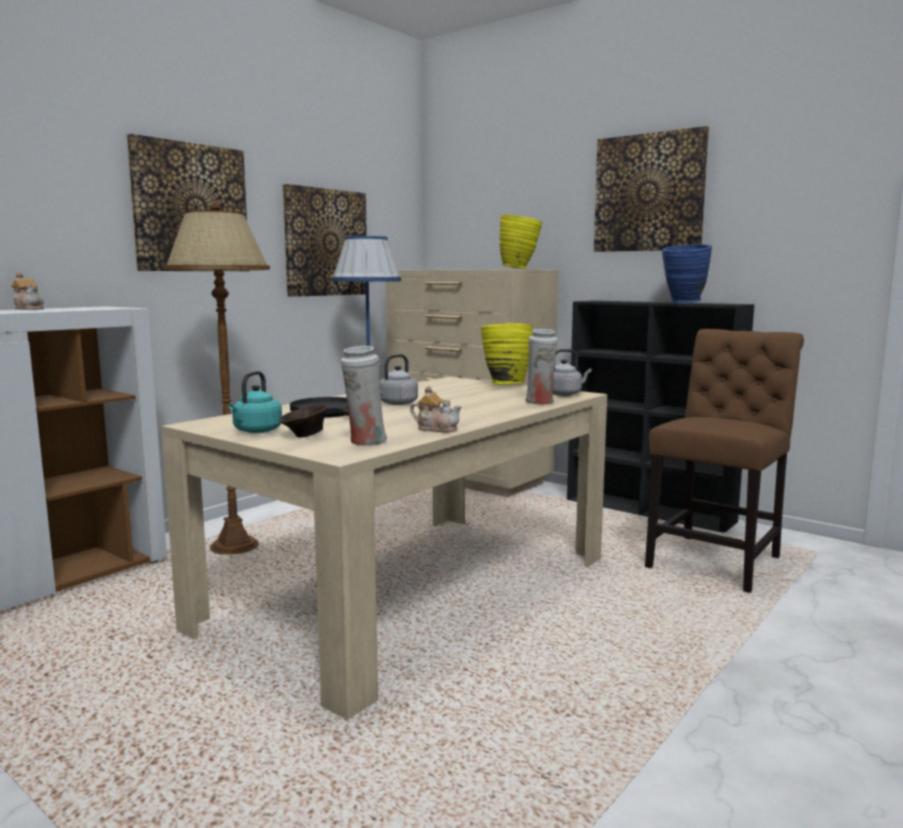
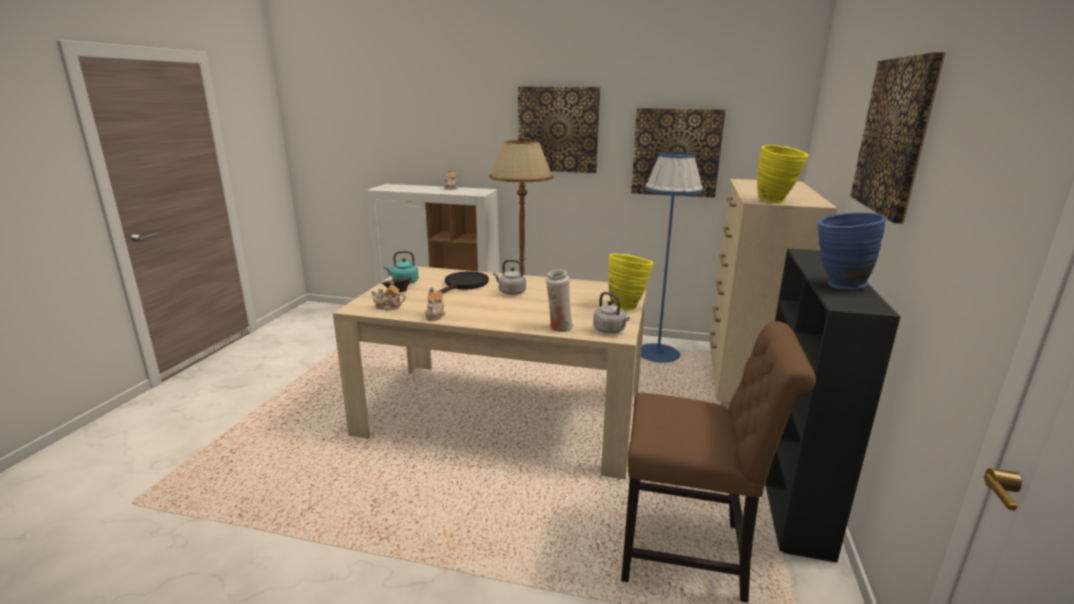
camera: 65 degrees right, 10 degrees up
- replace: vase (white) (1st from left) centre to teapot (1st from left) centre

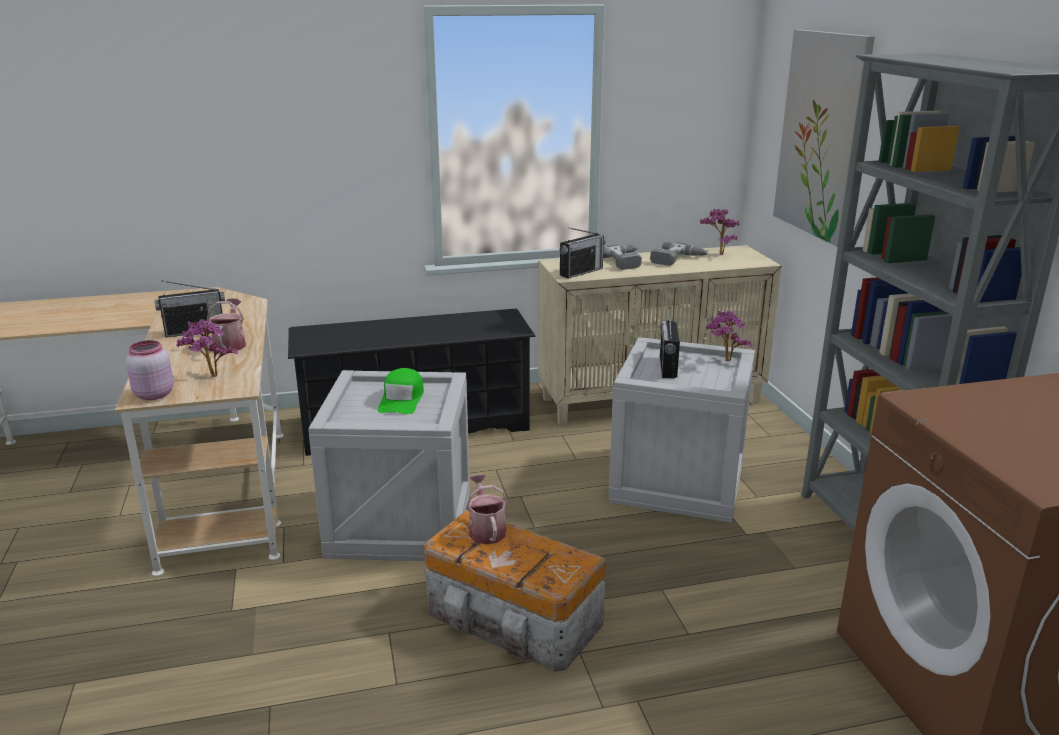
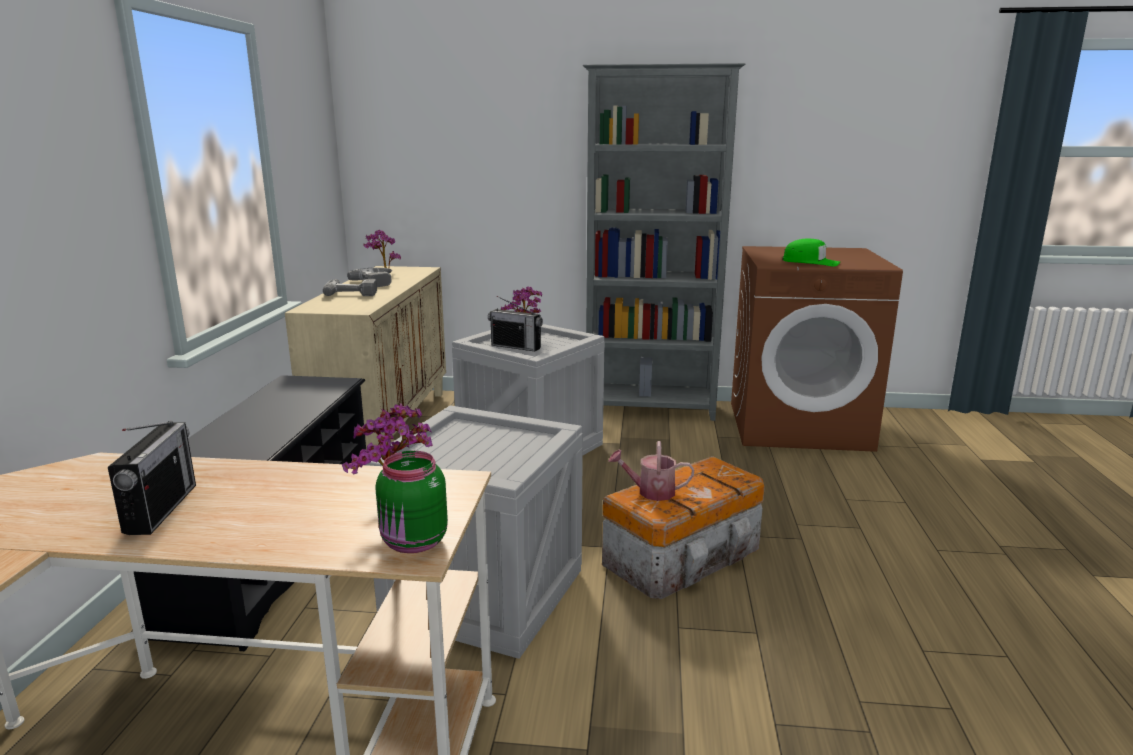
camera: 70 degrees left, 5 degrees down
- recolor: jar (pink) middle left to jar (green) centre
- delete: watering can (1st from left) middle left
- move: cap (green) centre to middle right
- delete: radio (2nd from left) centre
- delete: picture top right

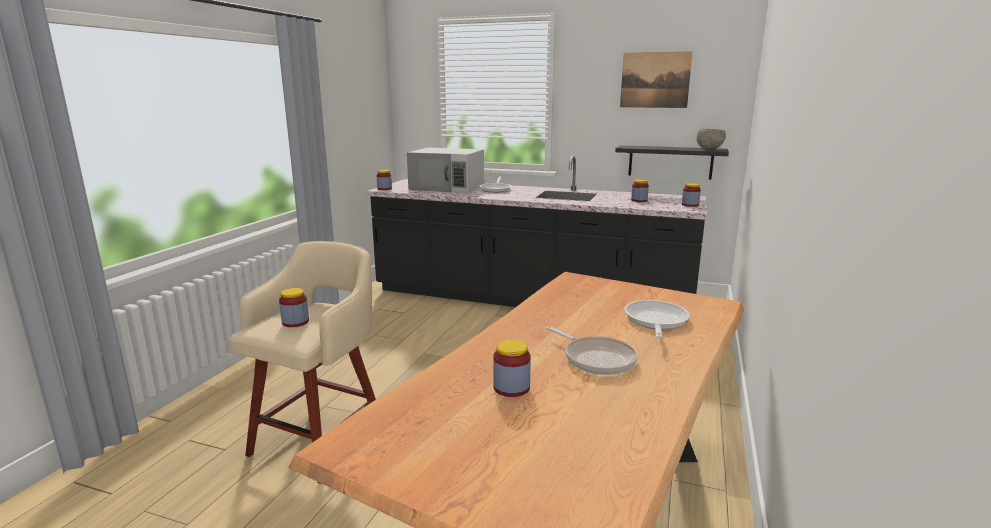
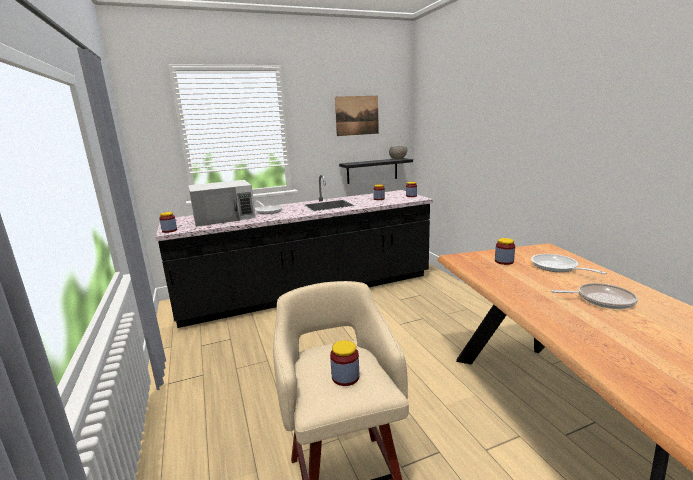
camera: 40 degrees left, 0 degrees up
- move: jar (3rd from left in the first image) bottom centre to jar (5th from left) middle right

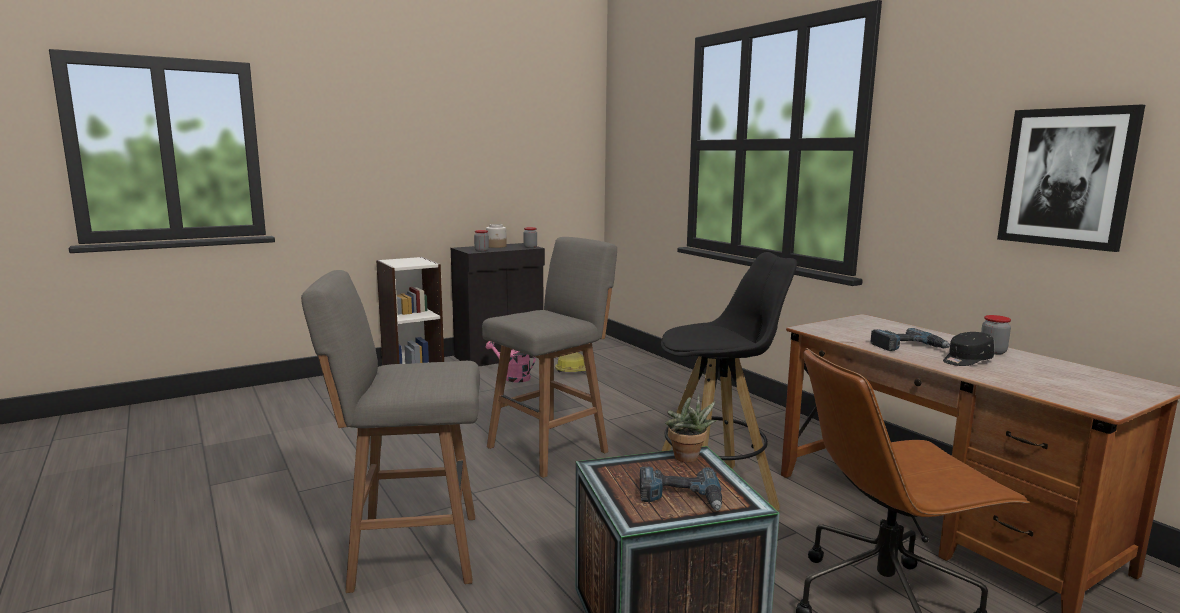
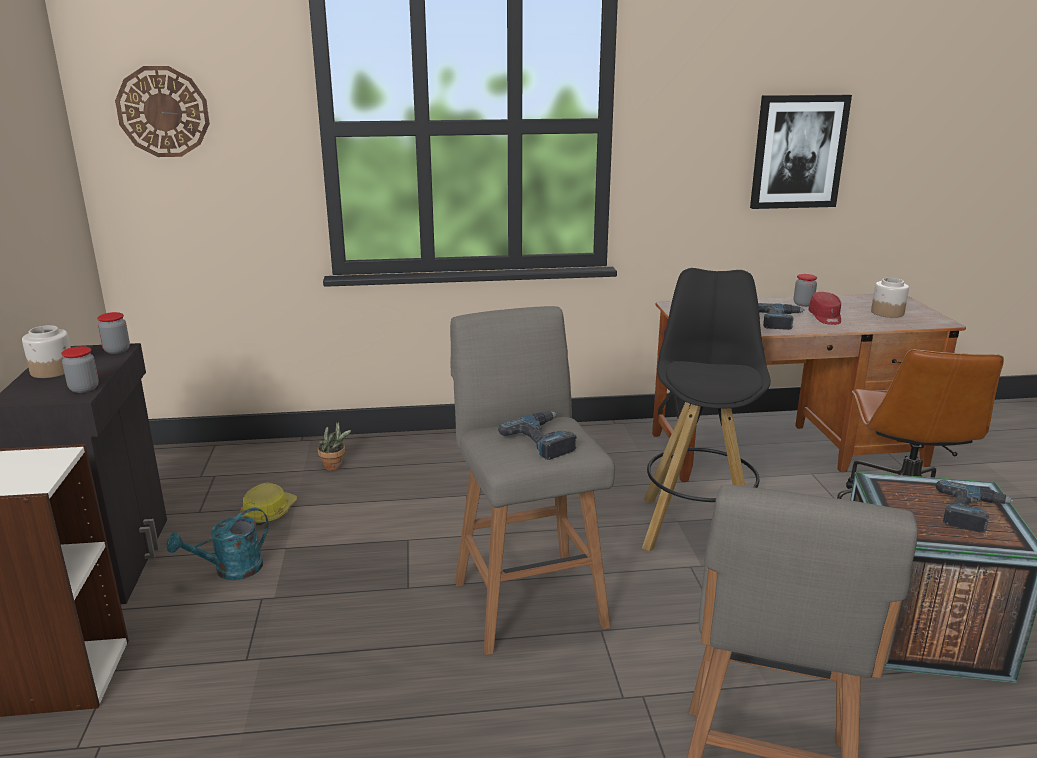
camera: 65 degrees left, 10 degrees up
- recolor: watering can (pink) centre to watering can (turquoise) bottom left
- move: potted plant bottom centre to middle left
- recolor: cap (black) middle right to cap (red) middle right
- insert: wall clock top left
- insert: power drill (1st from left) centre
- insert: jar (5th from left) middle right

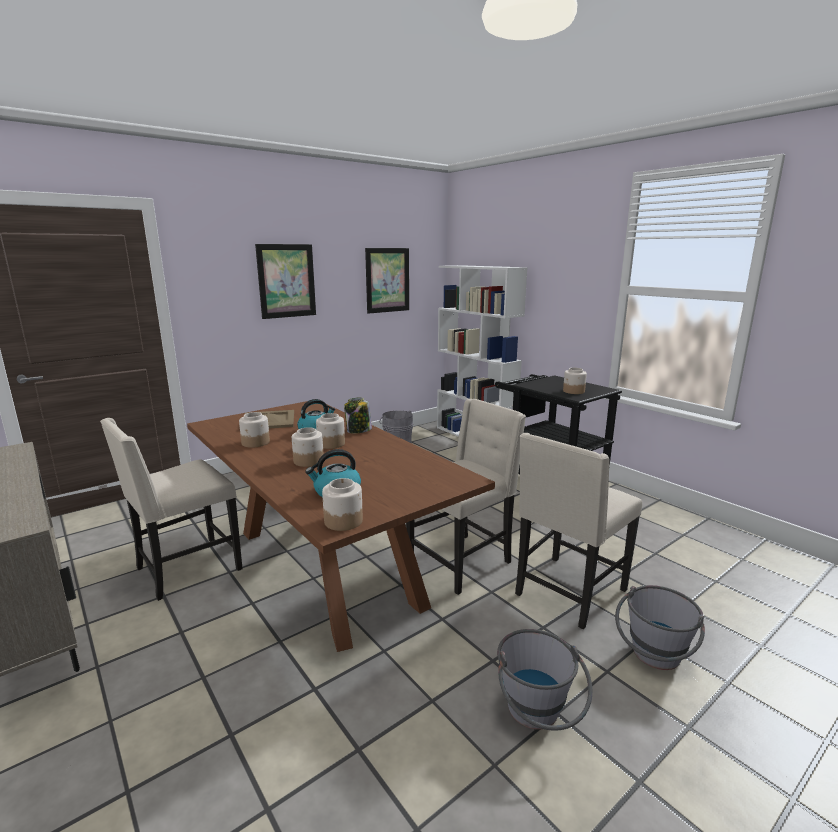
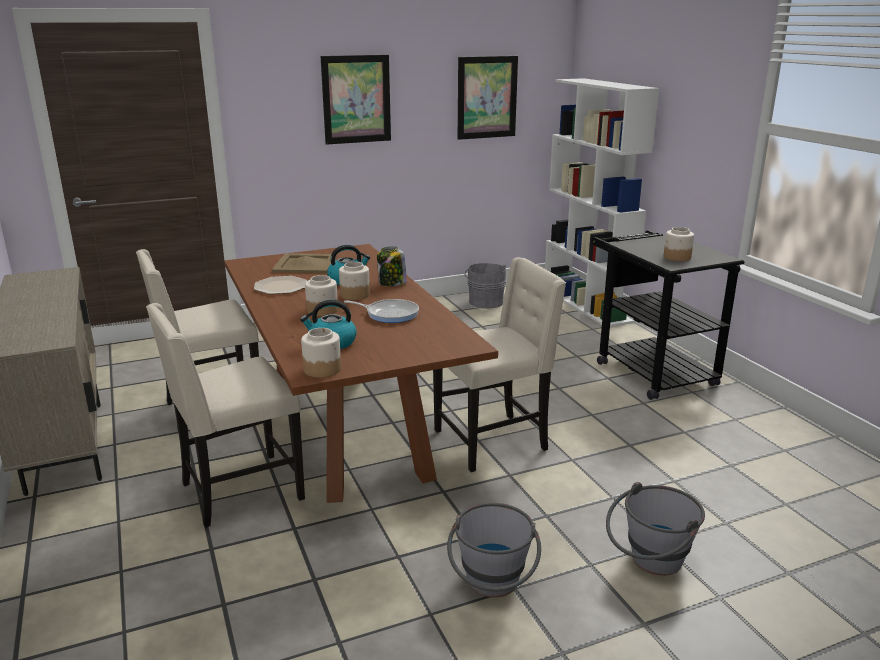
camera: 15 degrees right, 5 degrees up
- replace: jar (1st from left) middle left to plate middle left
- move: chair (beige) (3rd from left in the first image) middle right to chair (beige) (2nd from left) middle left
- insert: frying pan centre

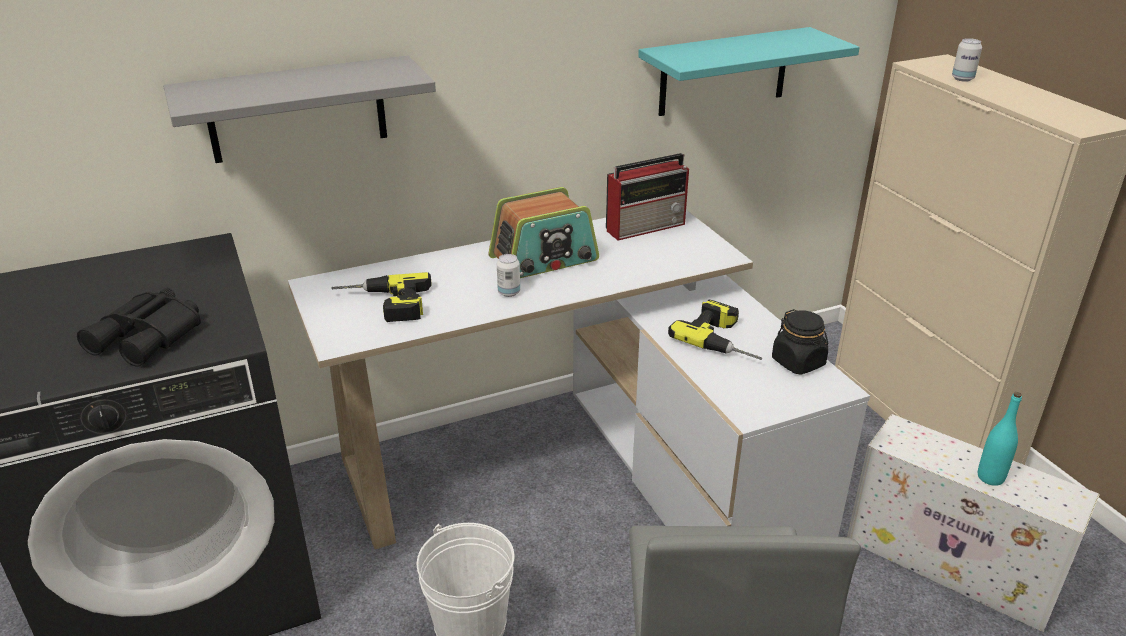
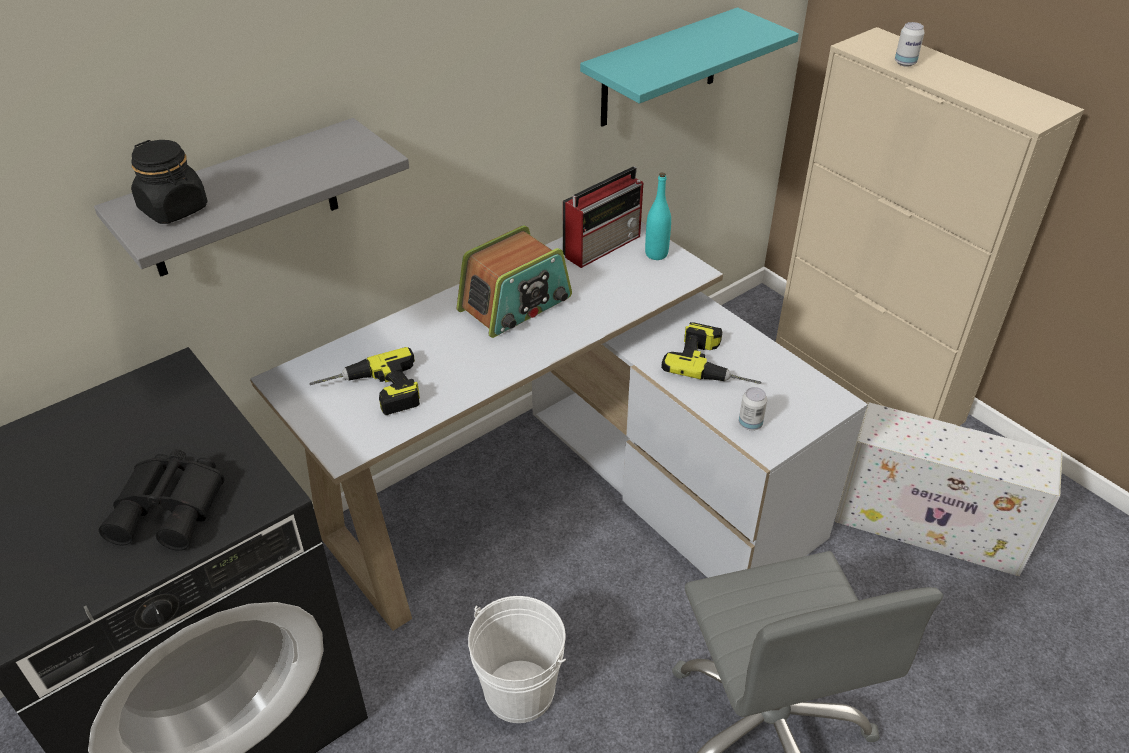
camera: 15 degrees left, 10 degrees up
- move: can (1st from left) centre to middle right
- move: jar (black) middle right to top left
- move: bottle (turquoise) bottom right to top centre

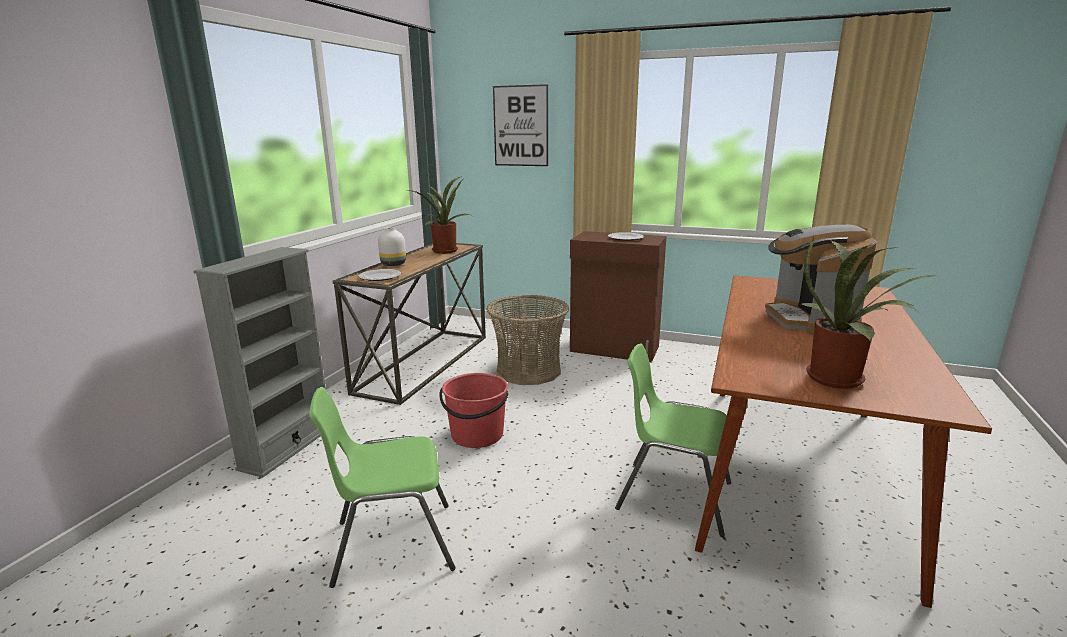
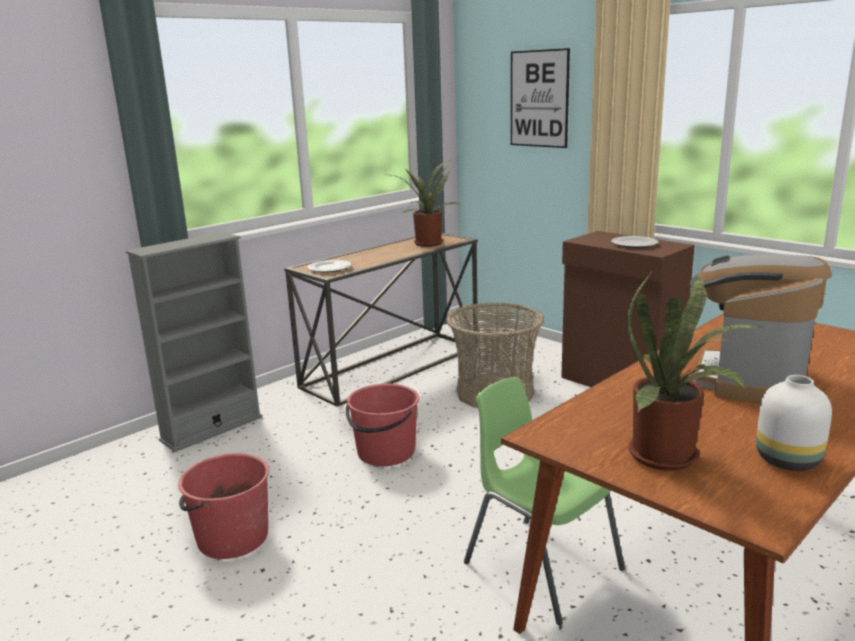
camera: 25 degrees right, 0 degrees up
- replace: chair (green) (1st from left) bottom centre to bucket (red) (1st from left) bottom left
- move: vase (white) centre to middle right

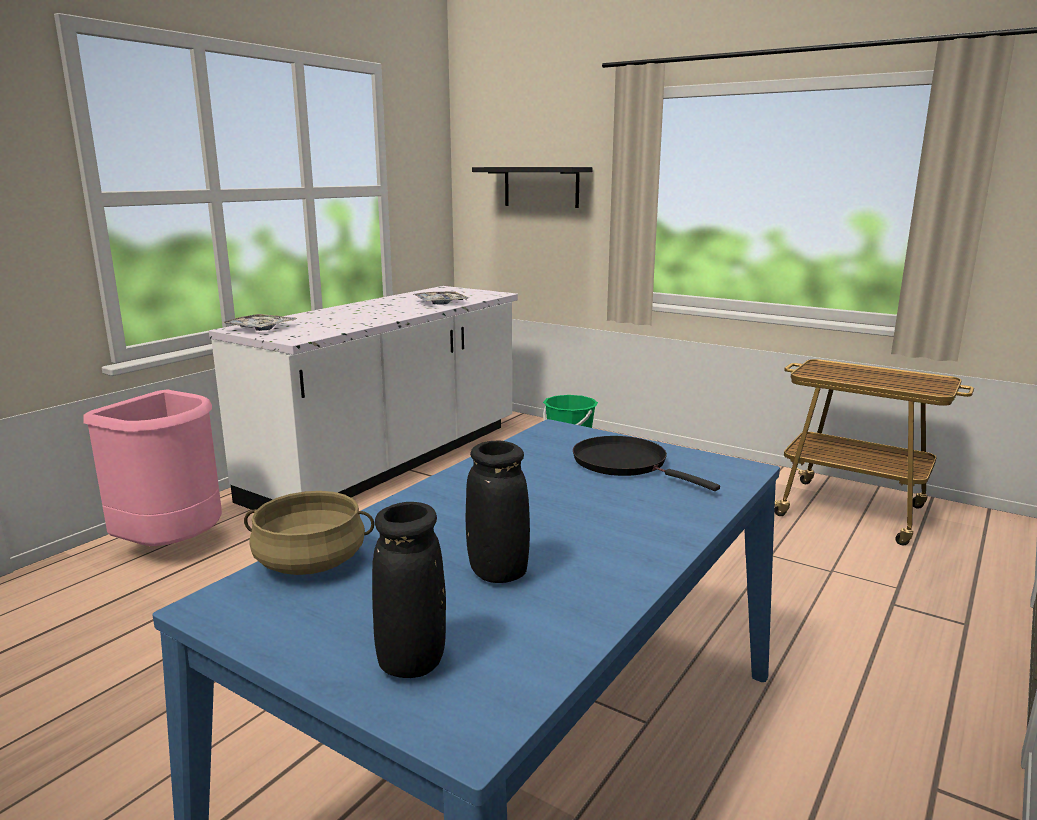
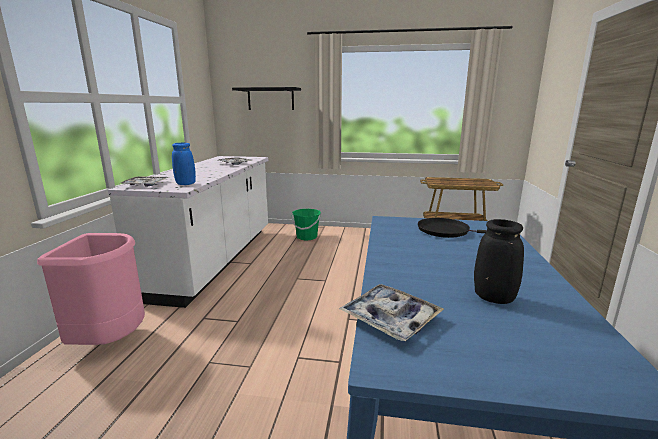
camera: 25 degrees left, 0 degrees up
- replace: cooking pot (beige) middle left to tray (3rd from left) bottom centre
- delete: vase (black) (1st from left) bottom centre
- insert: vase (blue) middle left

